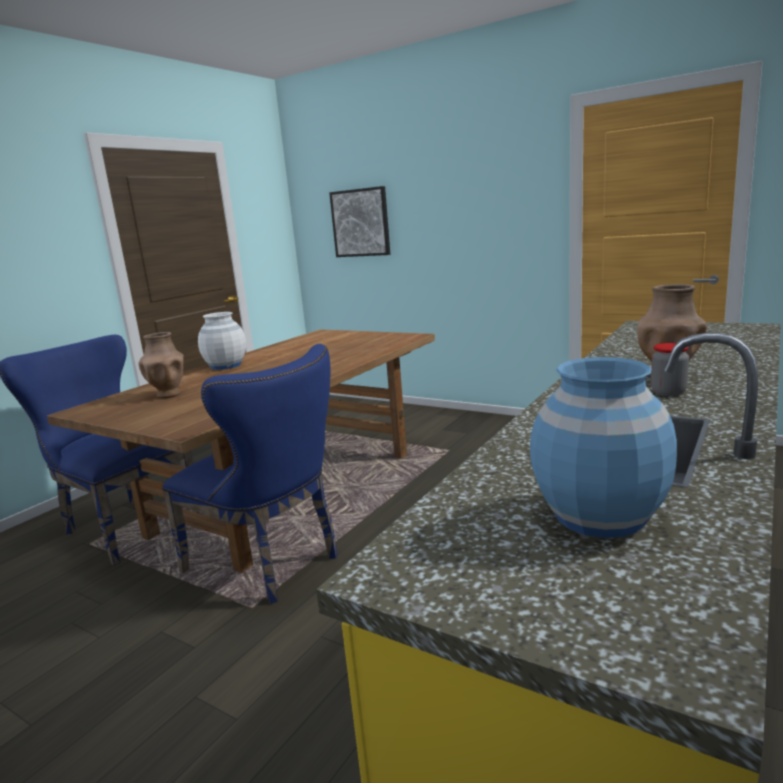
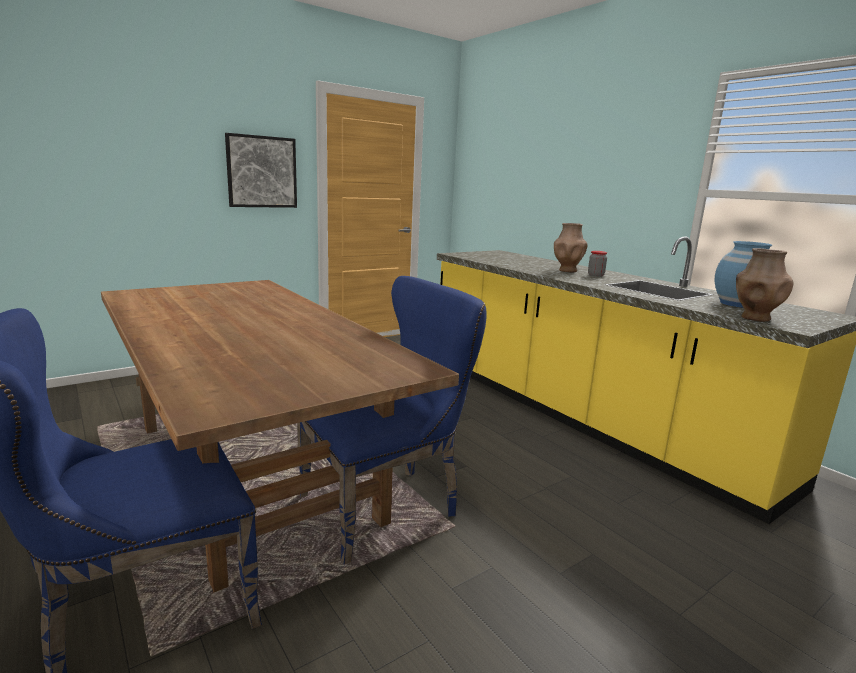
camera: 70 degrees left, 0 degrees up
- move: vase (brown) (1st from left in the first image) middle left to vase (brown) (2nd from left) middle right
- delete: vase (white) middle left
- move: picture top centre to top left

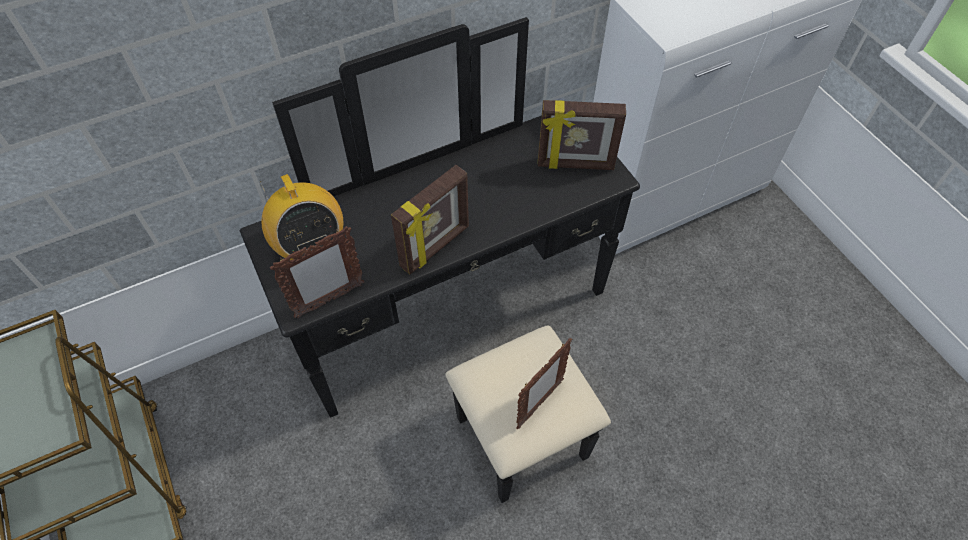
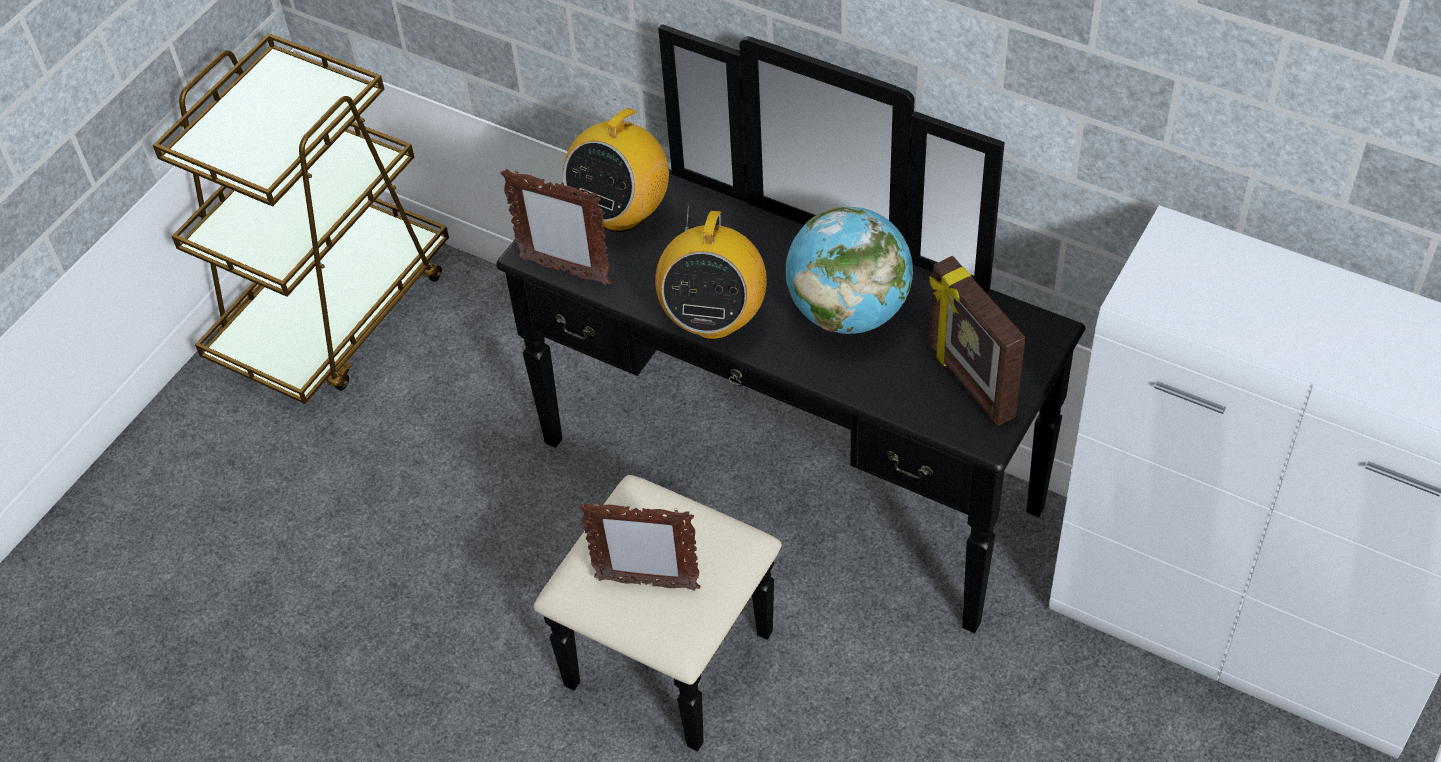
camera: 60 degrees right, 5 degrees down
- replace: picture frame (2nd from left) centre to radio (2nd from left) centre
- insert: globe centre

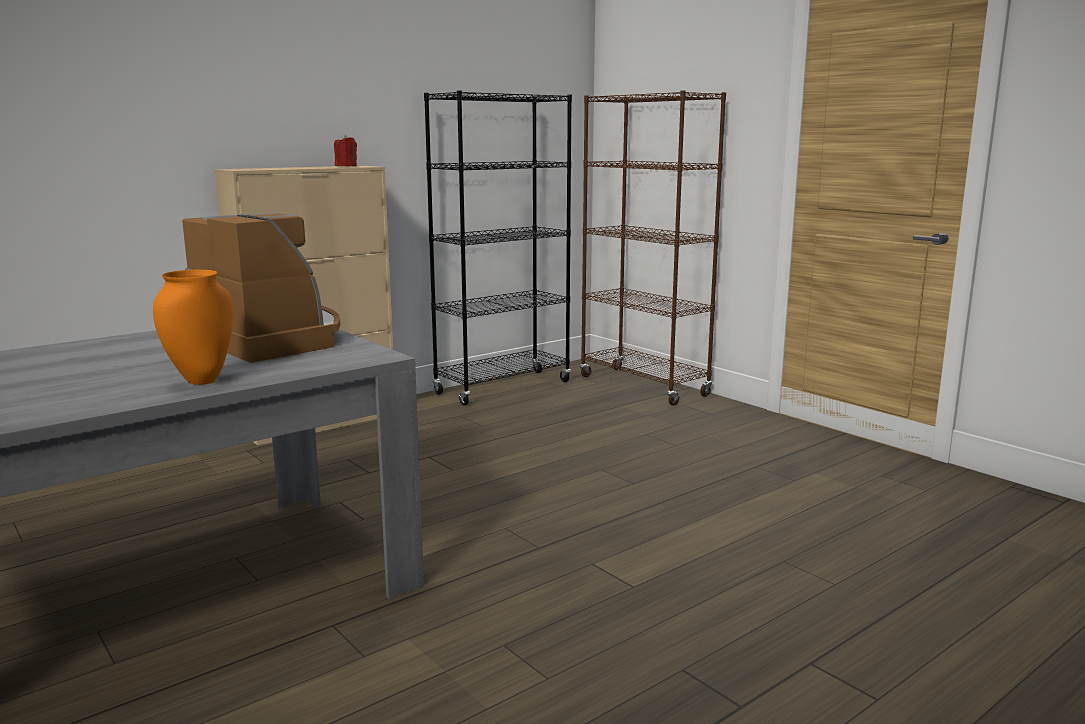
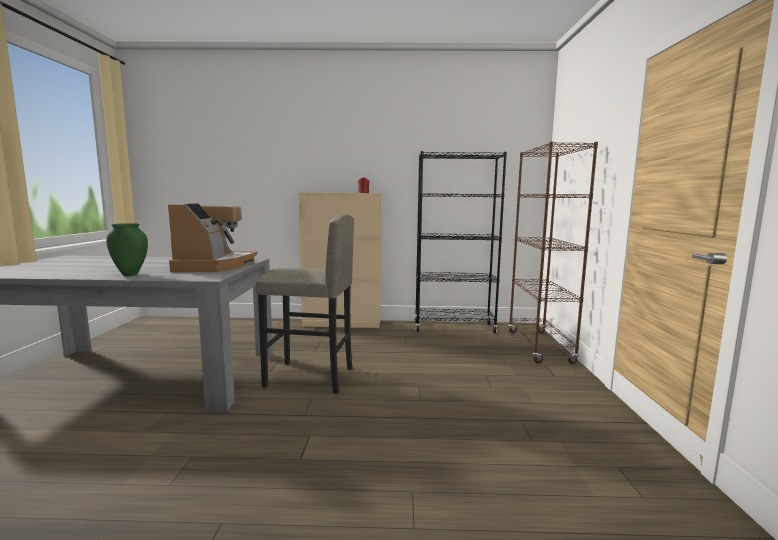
camera: 40 degrees right, 5 degrees down
- recolor: vase (orange) middle left to vase (green) middle left
- insert: stool (grey) centre

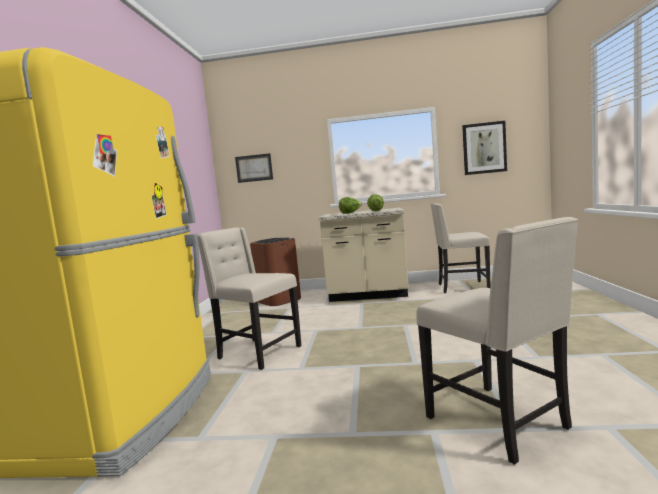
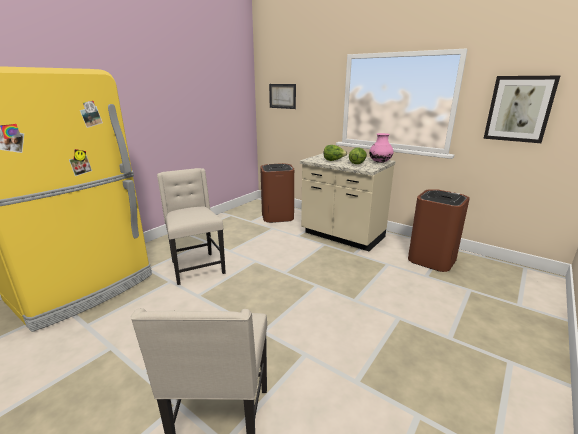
camera: 30 degrees right, 15 degrees up
- replace: chair (beige) (2nd from left) middle right to trash can (brown) (2nd from left) middle right
- insert: vase (pink) centre

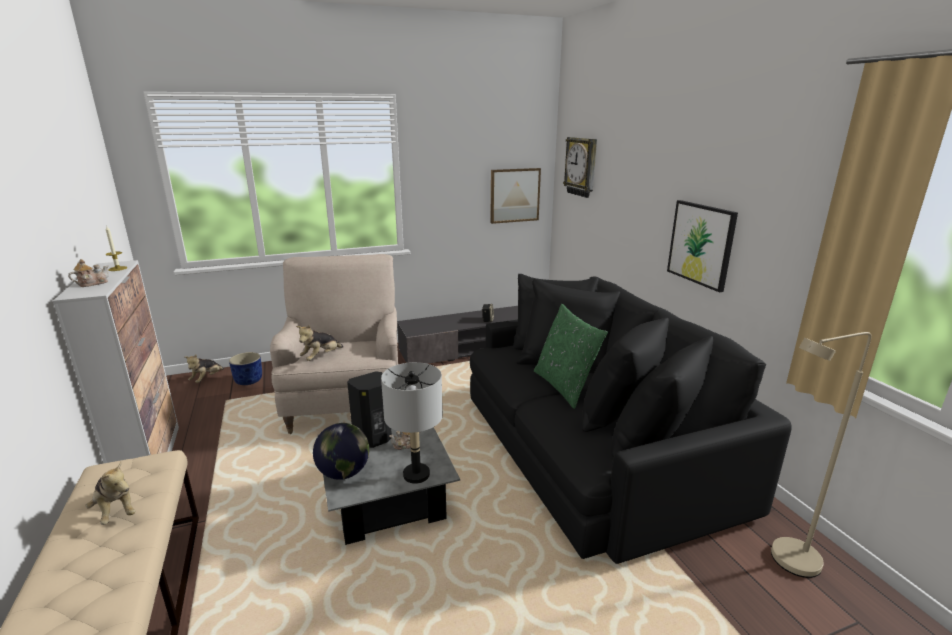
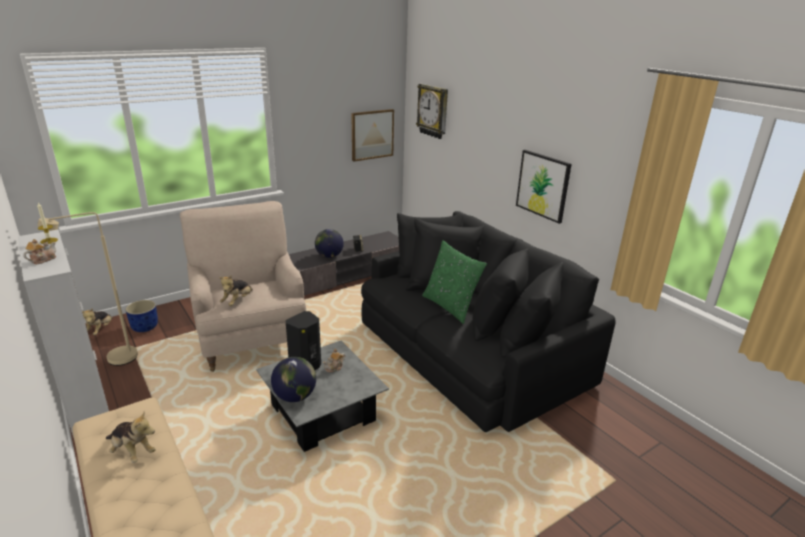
camera: 15 degrees left, 5 degrees up
- delete: table lamp (grey) centre
- move: floor lamp (beige) bottom right to middle left
- insert: globe (2nd from left) centre

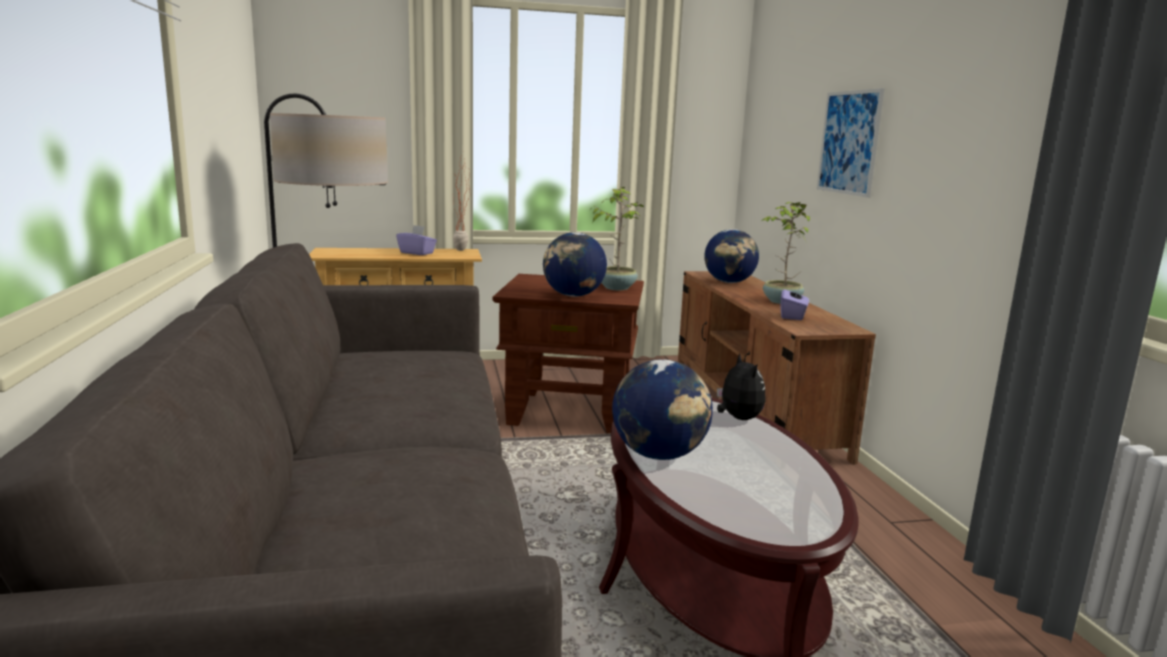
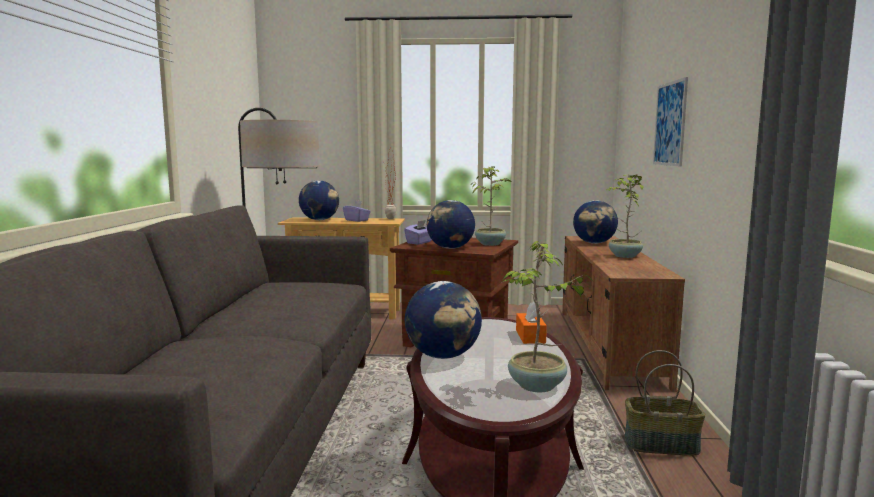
camera: 15 degrees right, 5 degrees down
- replace: plush toy centre to tissue box (orange) centre
- move: tissue box (purple) (2nd from left) middle right to centre
- insert: globe (1st from left) centre
- insert: potted plant (3rd from left) centre
- insert: basket bottom right

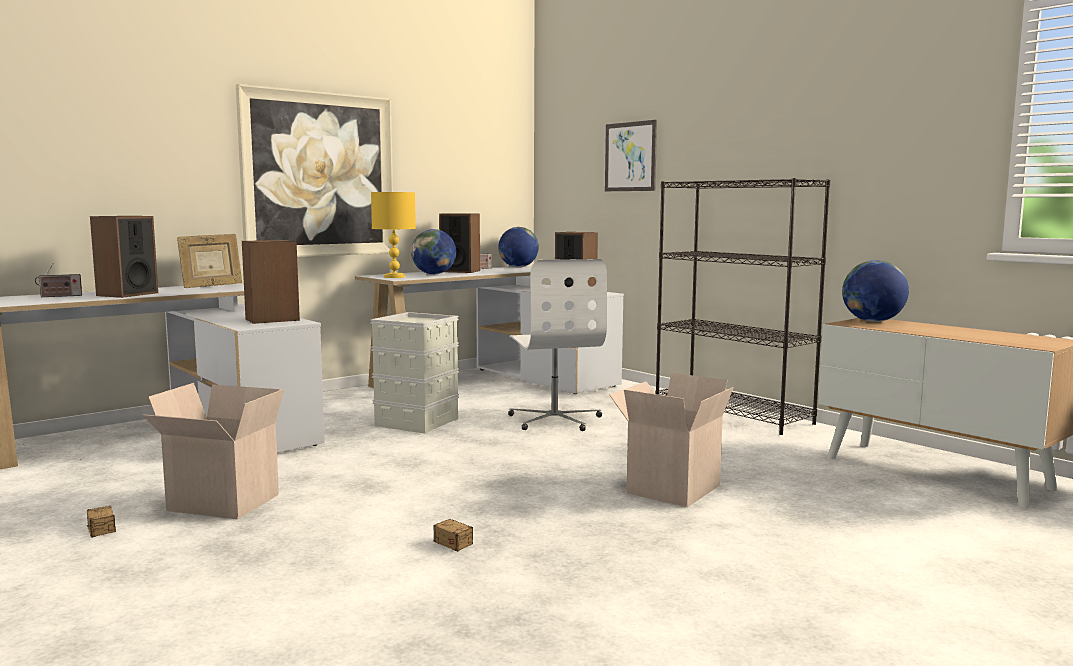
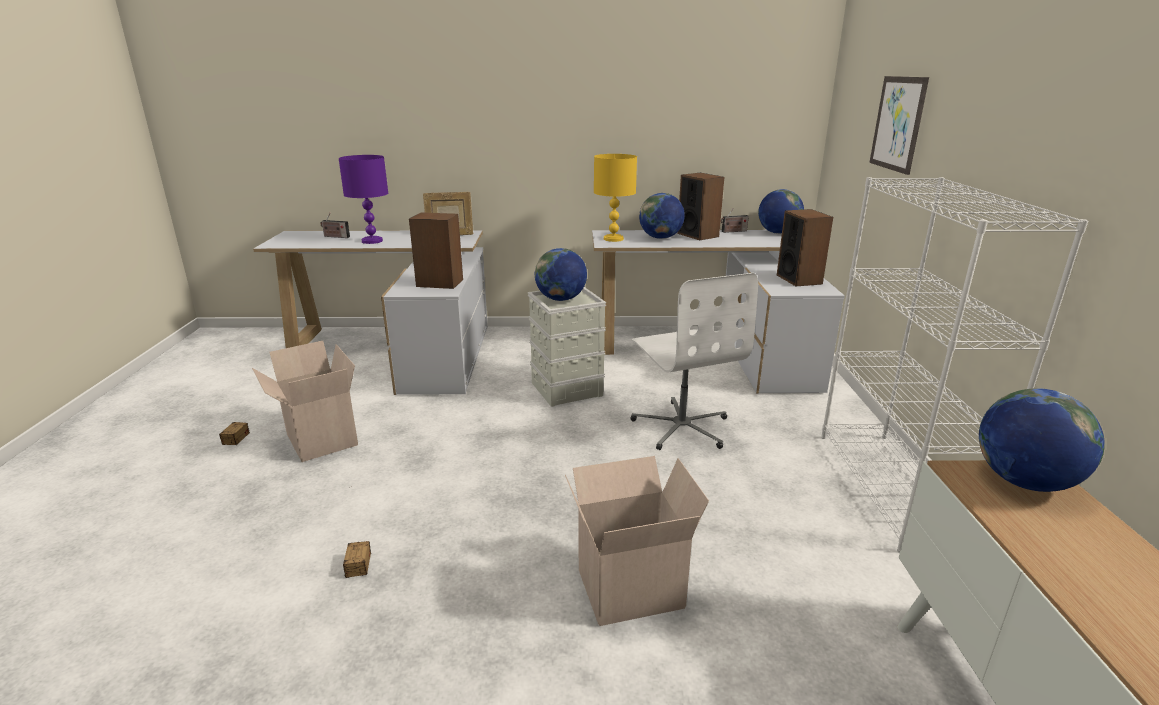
camera: 40 degrees right, 15 degrees up
- replace: speaker (1st from left) middle left to table lamp (purple) top left
- delete: picture (1st from left) top left
- rotate: office chair (white) centre = centre 45 degrees counterclockwise
- recolor: bookcase (black) middle right to bookcase (white) middle right
- insert: globe (1st from left) centre

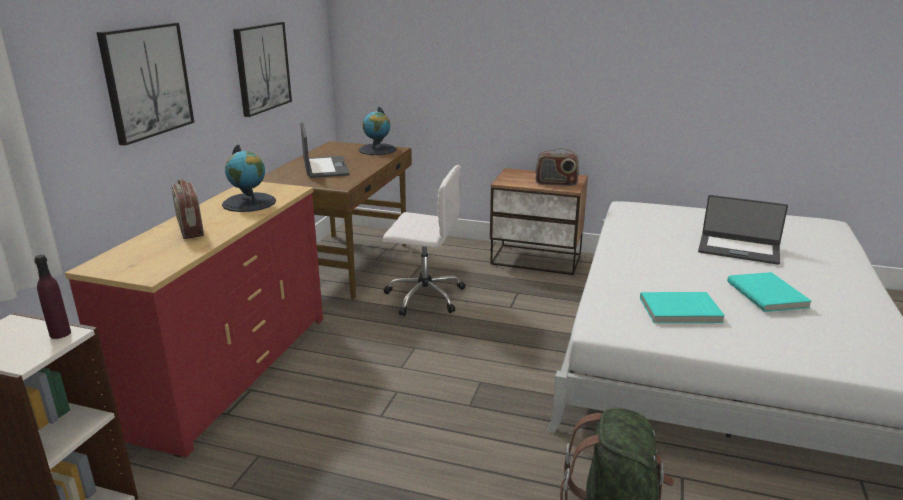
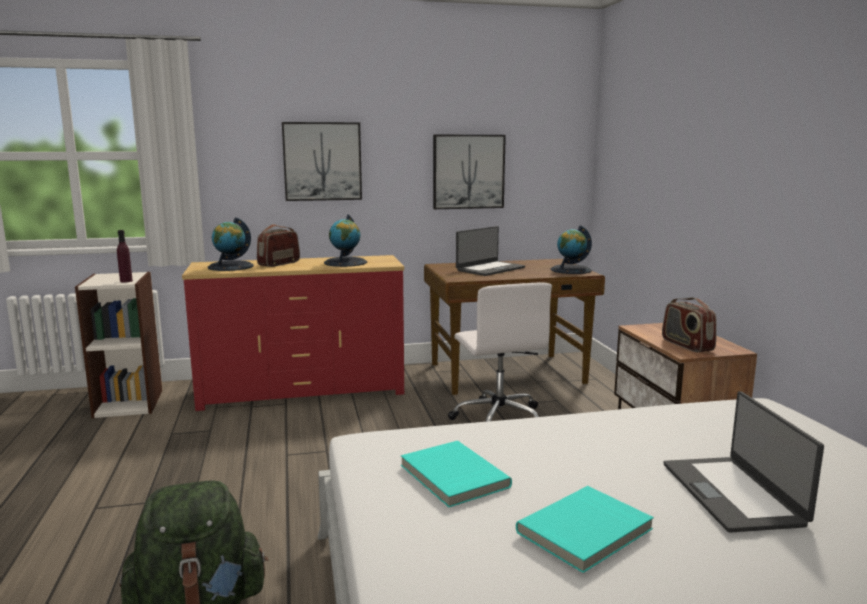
camera: 60 degrees right, 10 degrees down
- insert: globe (1st from left) middle left

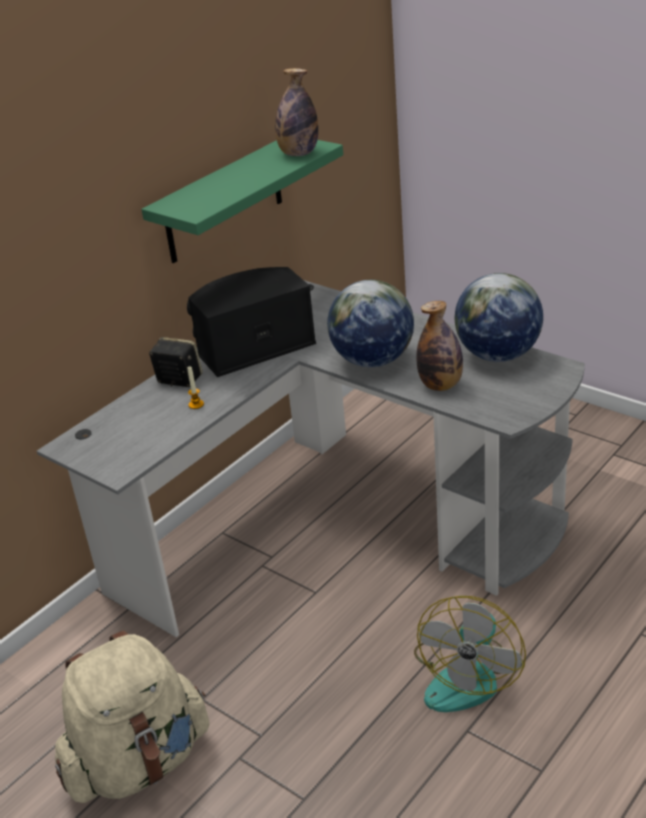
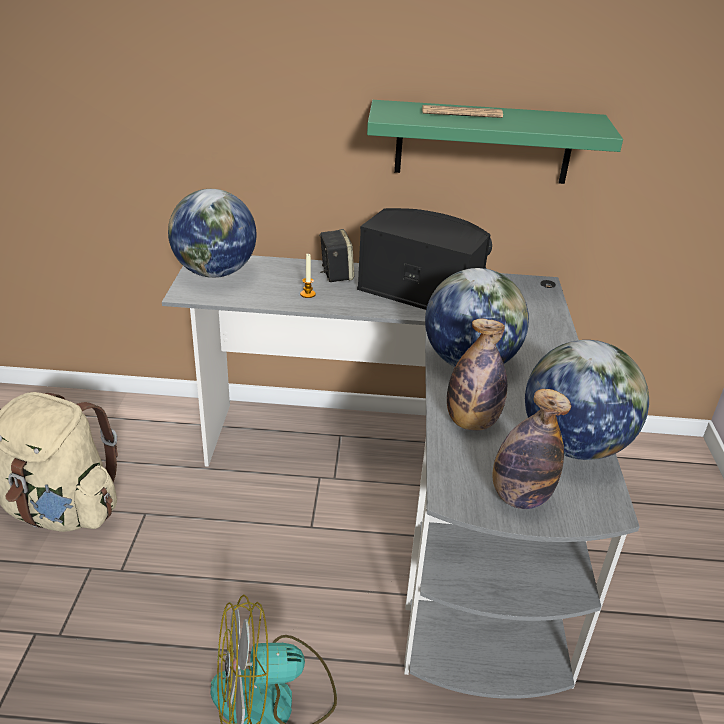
camera: 50 degrees right, 0 degrees up
- move: bottle (1st from left in the first image) top centre to bottle (2nd from left) middle right
- insert: globe (1st from left) top left
- insert: newspaper top centre

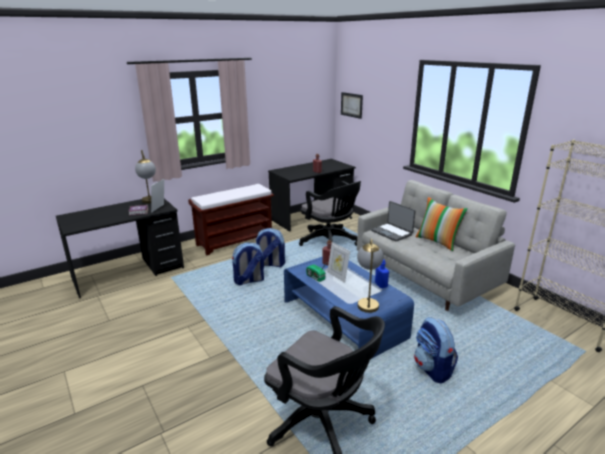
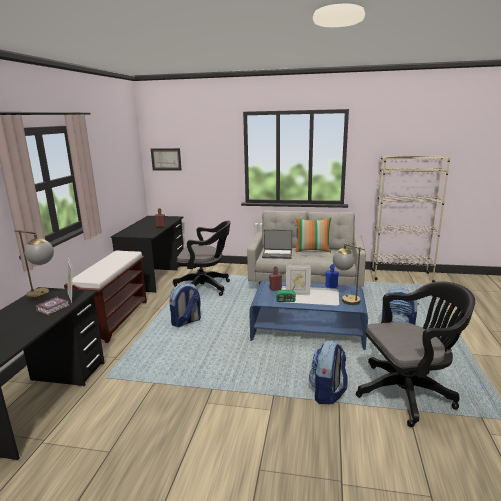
camera: 45 degrees left, 5 degrees down
- move: backpack (1st from left in the first image) centre to backpack (2nd from left) bottom centre

